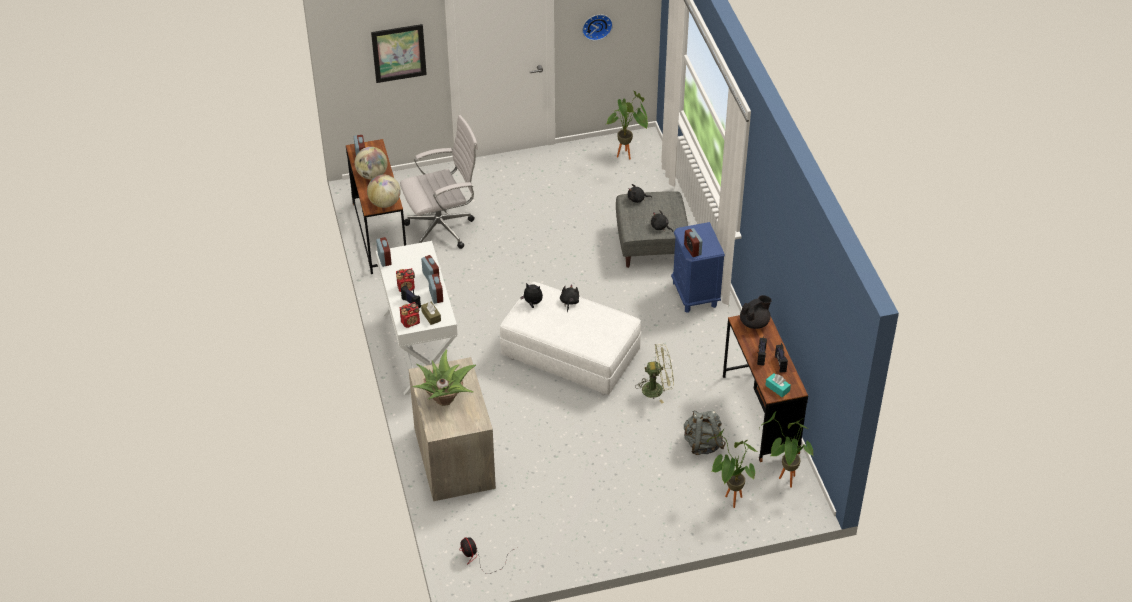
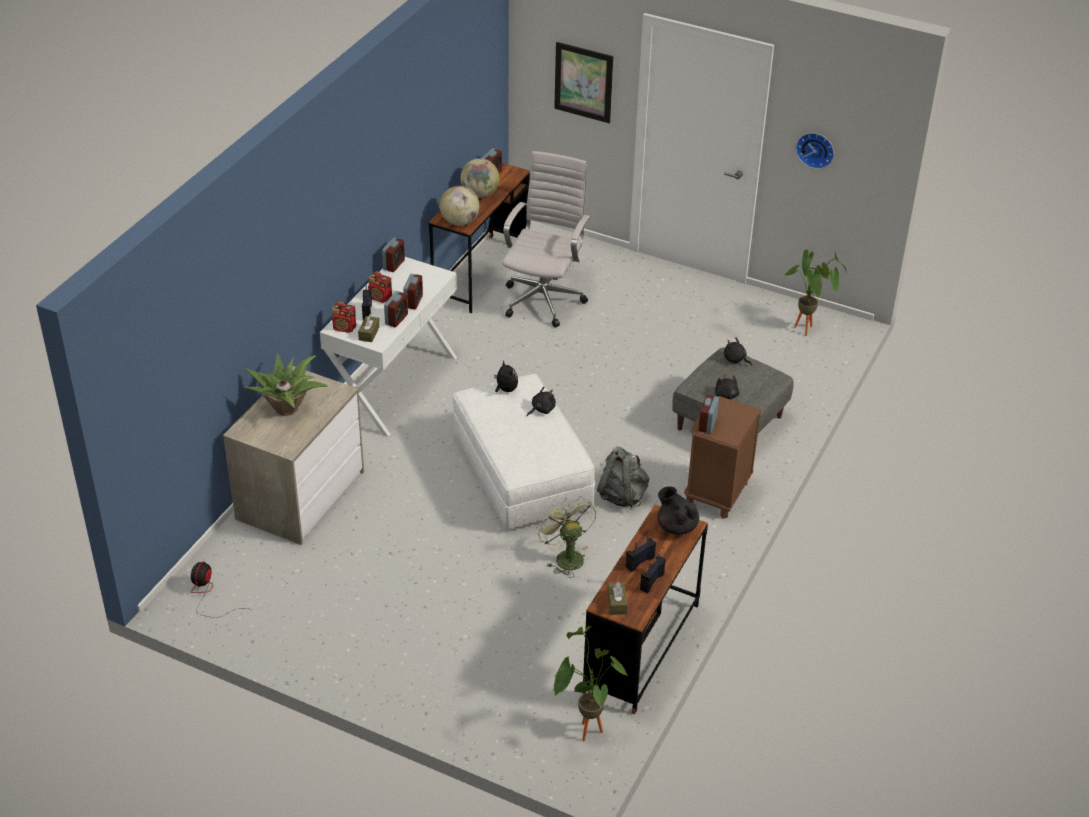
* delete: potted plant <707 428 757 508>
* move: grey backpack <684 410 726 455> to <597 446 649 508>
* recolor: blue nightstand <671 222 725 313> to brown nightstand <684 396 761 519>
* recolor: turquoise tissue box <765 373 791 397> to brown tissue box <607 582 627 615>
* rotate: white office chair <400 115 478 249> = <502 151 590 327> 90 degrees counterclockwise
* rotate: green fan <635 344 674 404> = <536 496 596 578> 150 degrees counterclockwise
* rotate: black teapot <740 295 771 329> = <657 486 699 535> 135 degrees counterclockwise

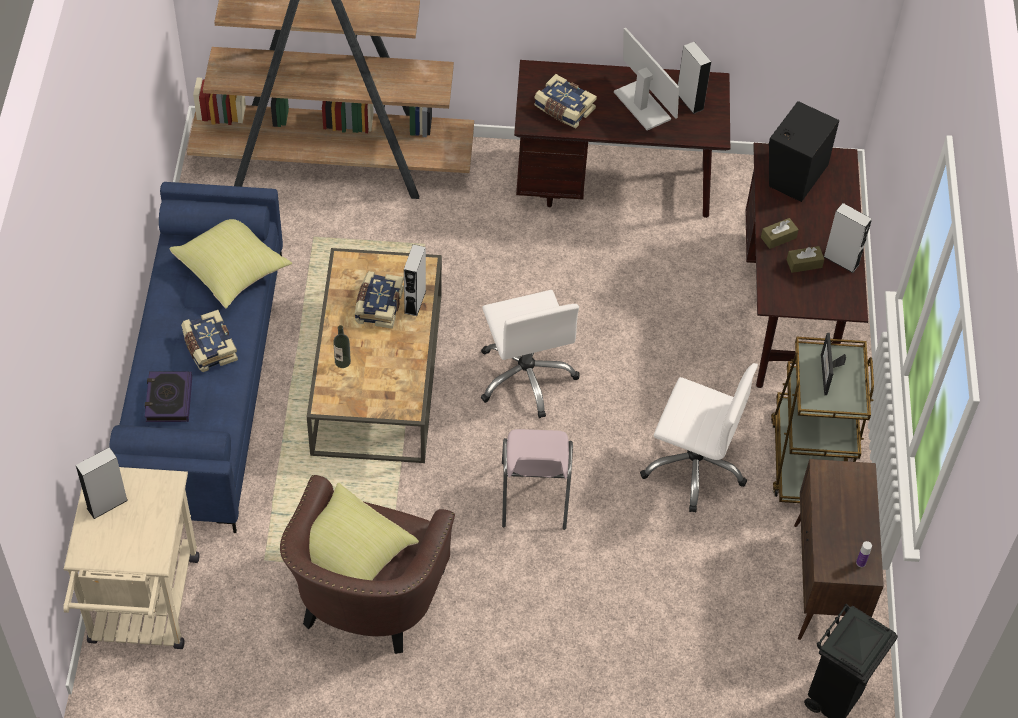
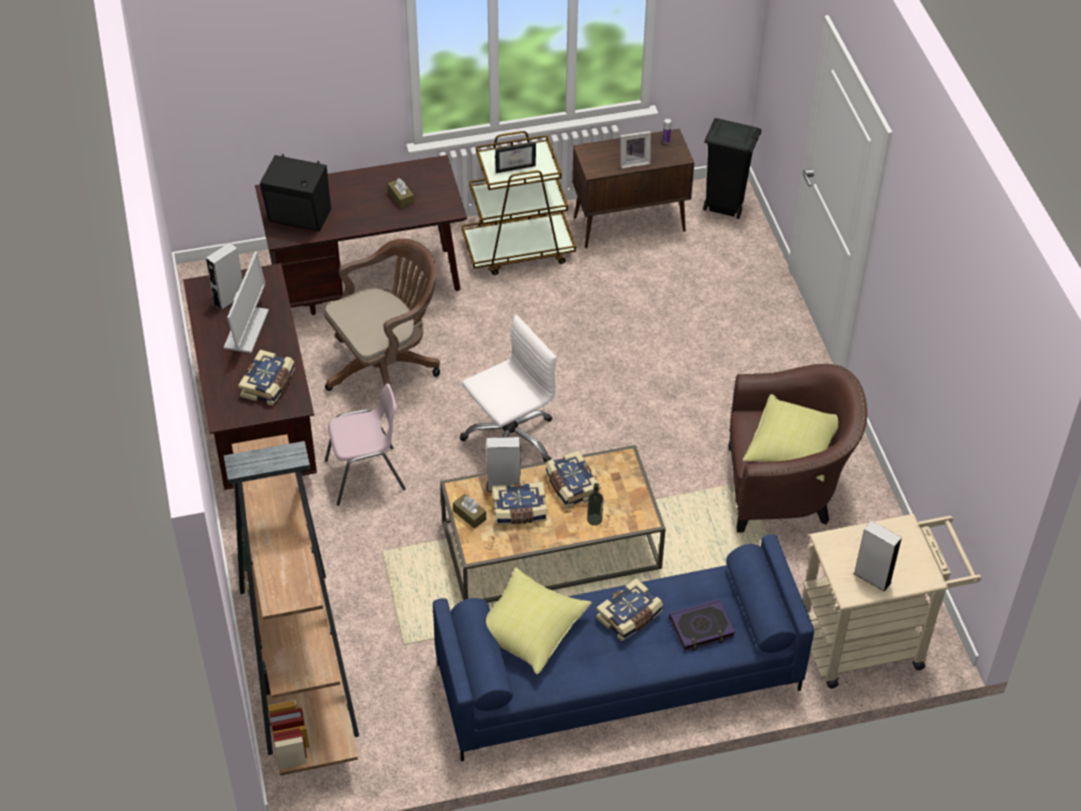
* delete: white office chair <640 363 758 512>
* delete: grey speaker <824 203 872 273>
* insert: brown office chair <324 239 440 391>
* insert: book <545 451 601 509>
* insert: picture frame <620 131 651 168>
* move: pink chair <502 429 573 530> to <325 384 406 506>
* move: brown tissue box <761 218 799 249> to <453 494 486 529>
* rotate: monitor <614 27 679 131> = <224 251 269 353> 150 degrees clockwise

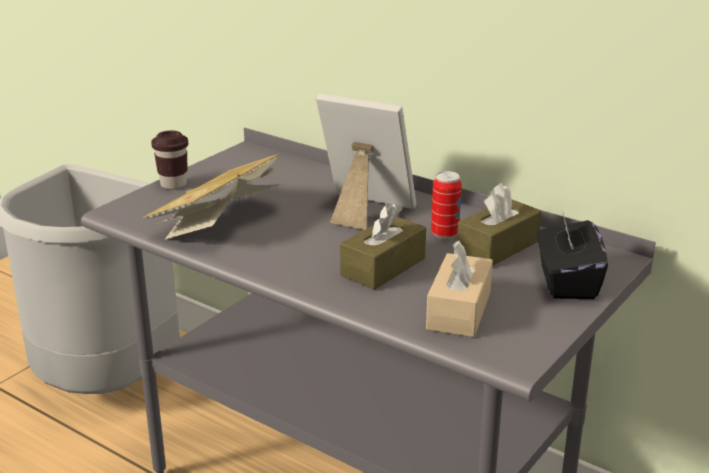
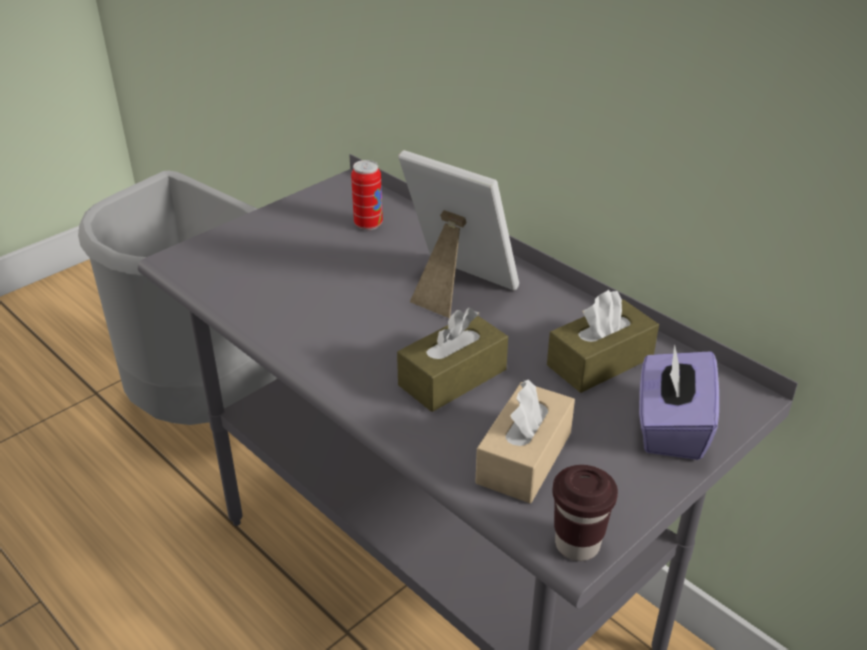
* delete: book <143 154 281 240>
* move: brown cup <151 131 188 190> to <552 465 618 561>
* move: can <431 171 462 239> to <351 160 383 230>
* recolor: black tissue box <537 213 608 299> to purple tissue box <639 343 719 460>

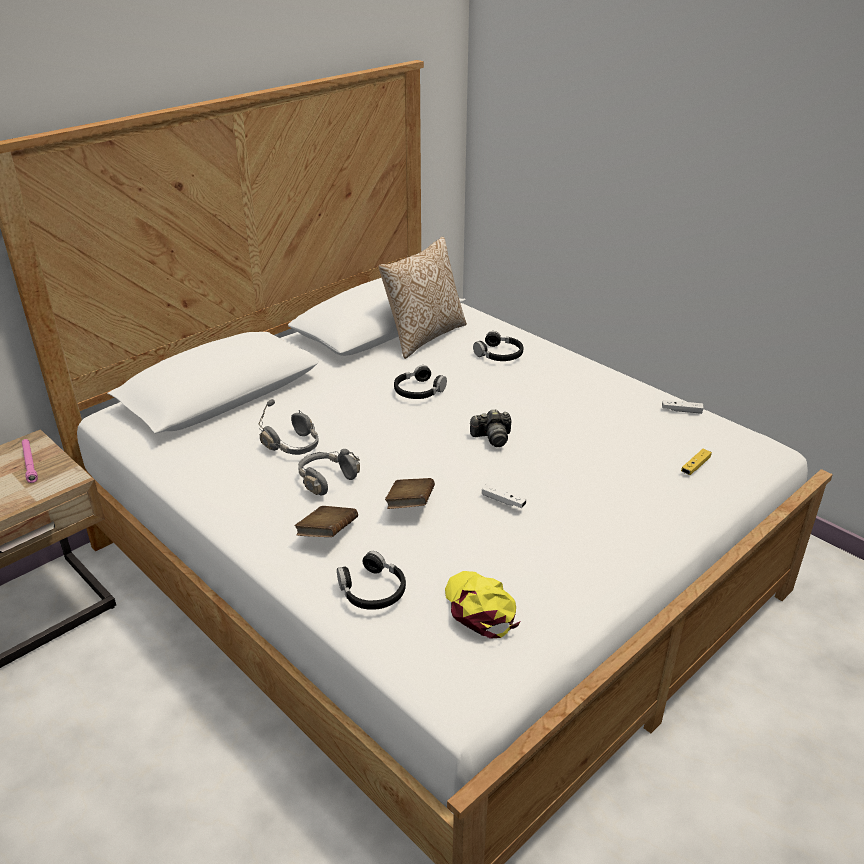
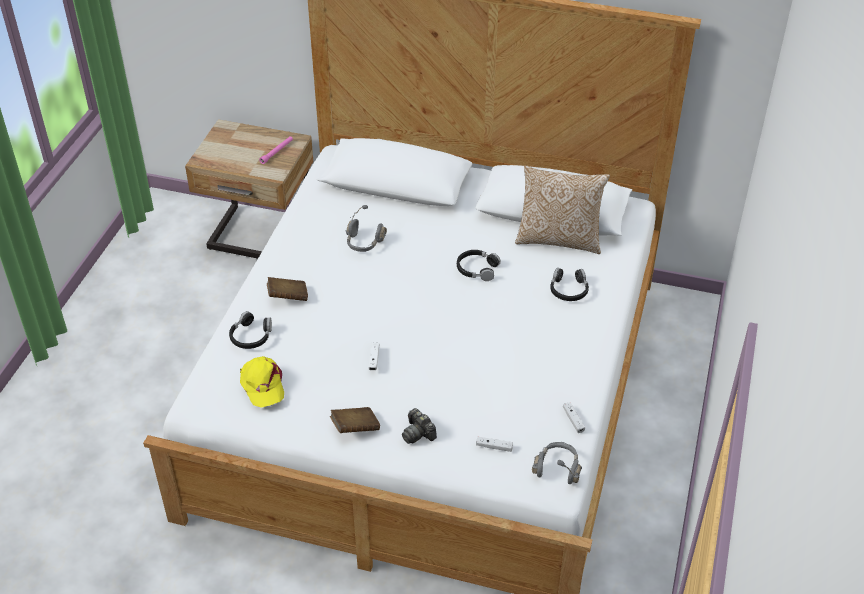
* move: grey headphones <298 449 360 495> to <532 442 582 484>
* move: brown book <385 478 435 509> to <330 407 380 433>
* move: photo camera <469 409 511 447> to <402 408 437 444>
* recolor: yellow game controller <681 449 712 475> to white game controller <476 437 513 452>
* rotate: yellow cap <445 571 520 639> = <240 356 284 408> 120 degrees clockwise

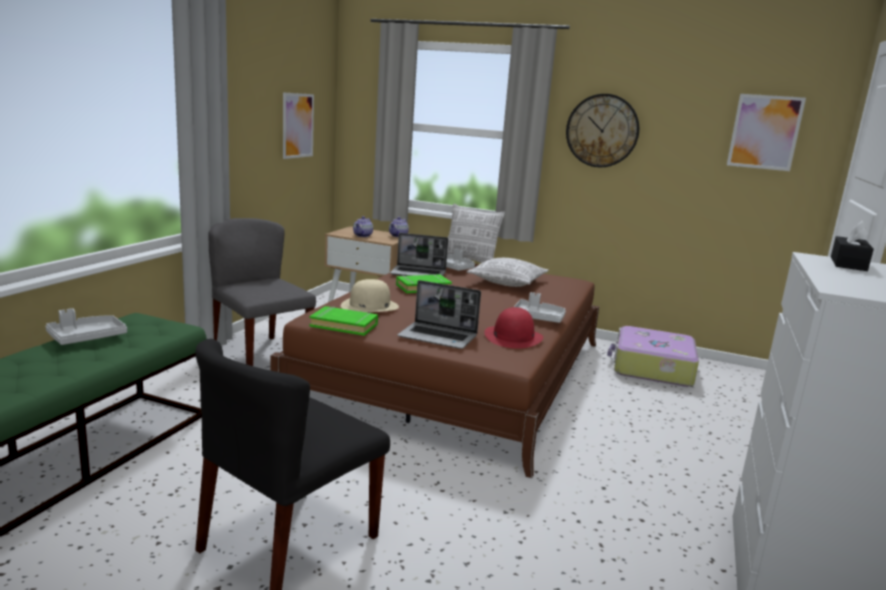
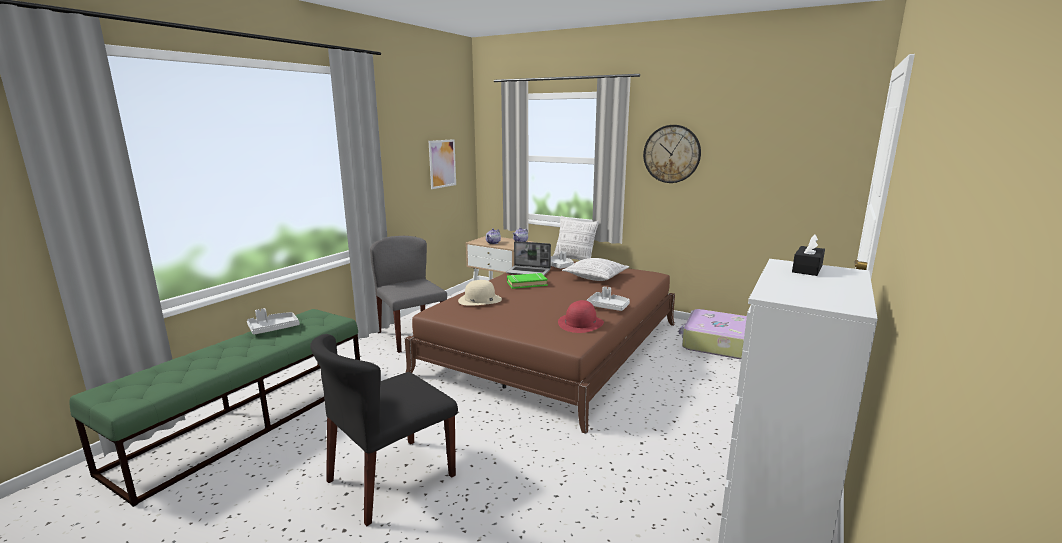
* delete: green book <309 306 378 336>
* delete: laptop <397 280 481 349>
* delete: picture <727 94 806 171>

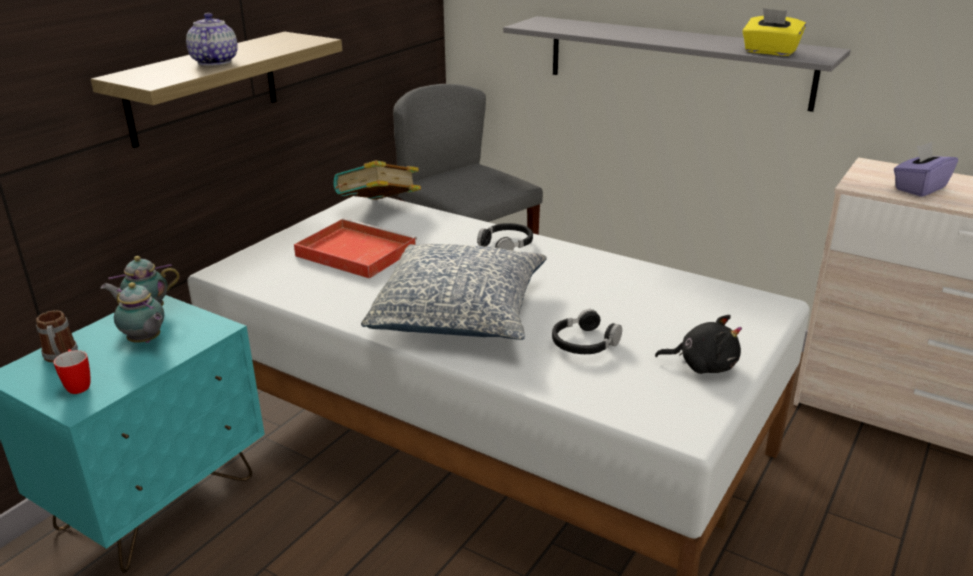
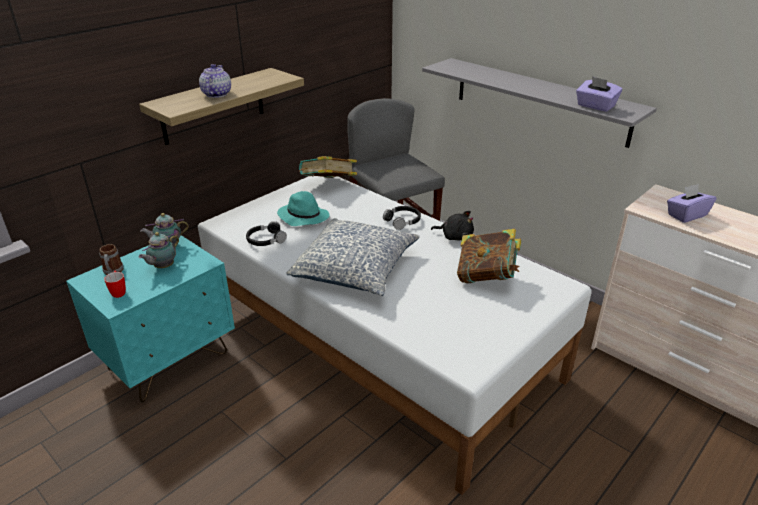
* insert: book <457 228 521 283>
* move: black headphones <552 309 622 354> to <246 221 287 246>
* move: black plush toy <655 315 742 374> to <431 211 474 240>
* replace: red tray <294 218 417 279> to turquoise hat <277 191 330 226>
* recolor: yellow tissue box <742 8 806 56> to purple tissue box <576 76 623 112>
* rotate: teapot <114 282 164 343> = <139 232 179 268> 75 degrees clockwise

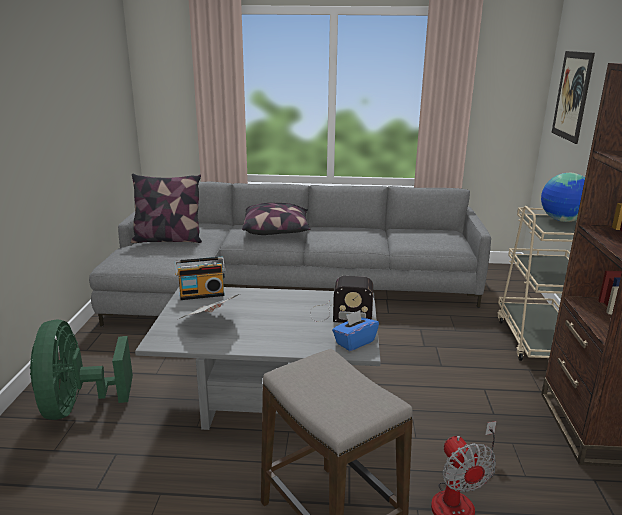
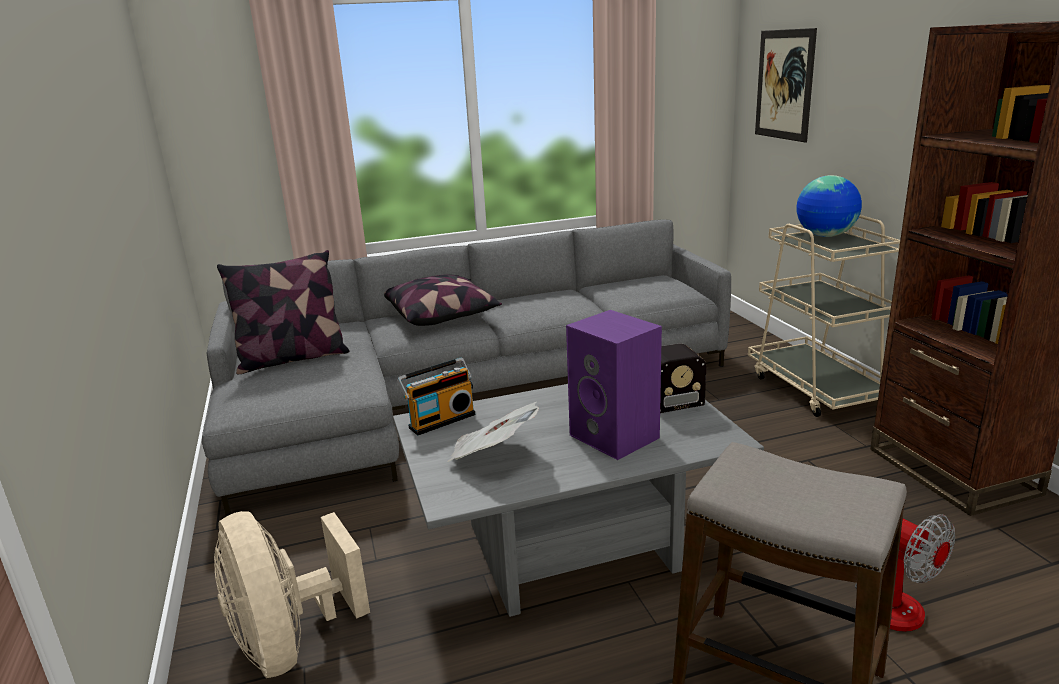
* delete: blue tissue box <332 310 379 351>
* insert: purple speaker <566 310 662 460>
* recolor: green fan <30 320 133 420> to beige fan <214 511 370 678>

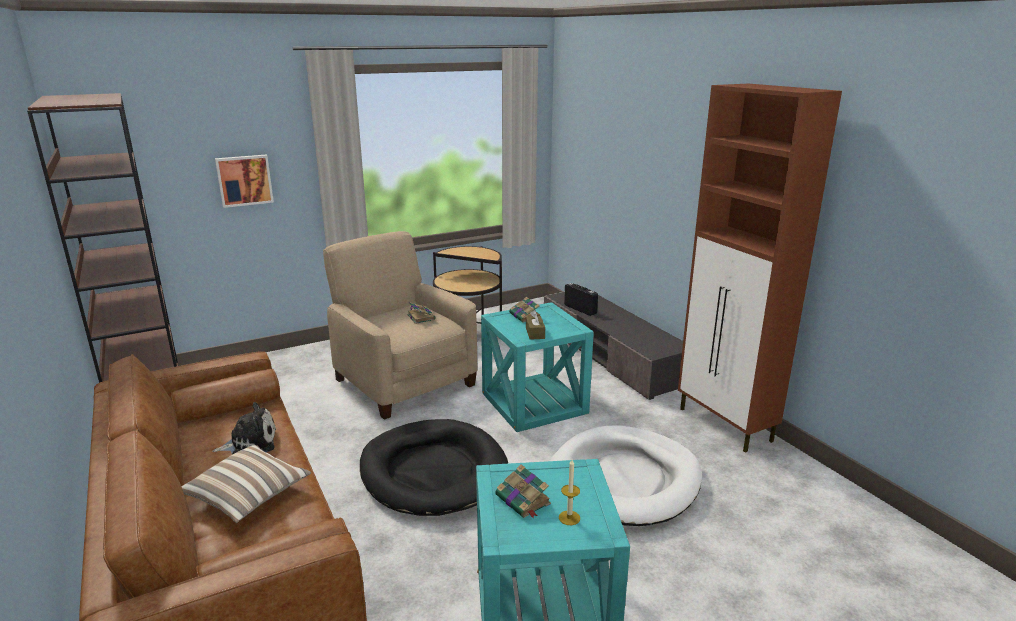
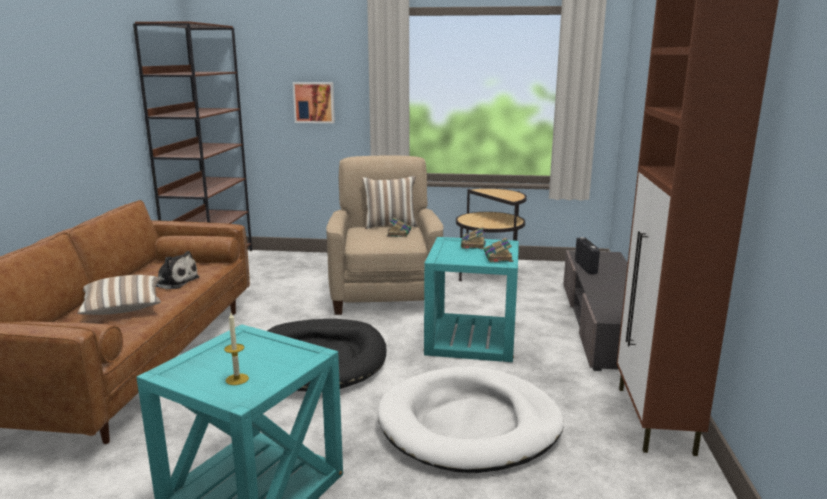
* delete: brown tissue box <526 310 545 340>
* insert: pillow <362 176 418 229>
* move: book <495 464 551 519> to <484 238 514 262>

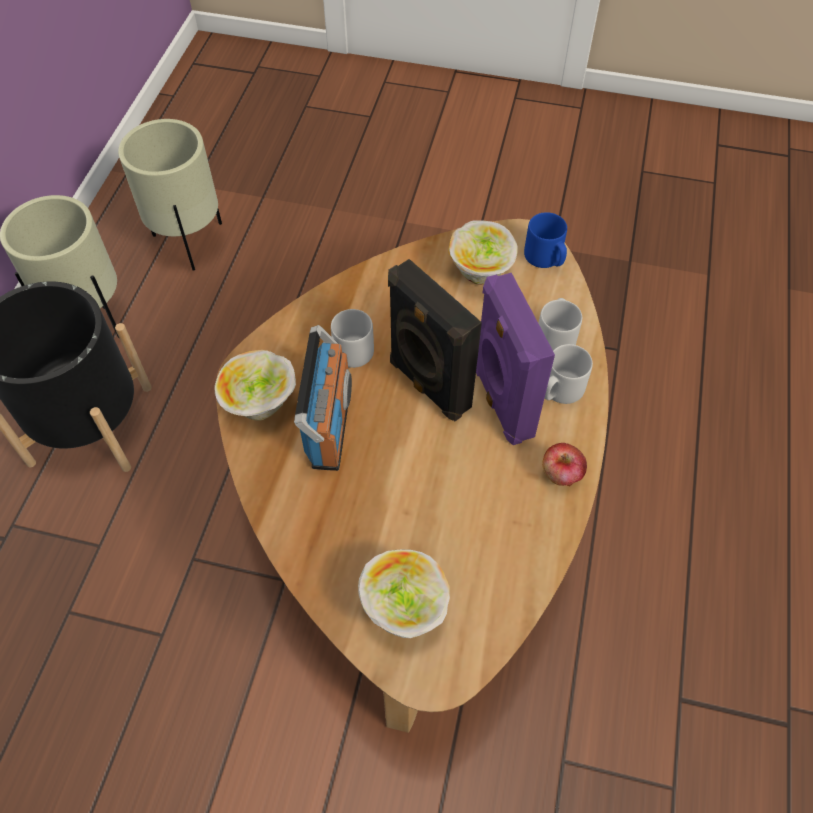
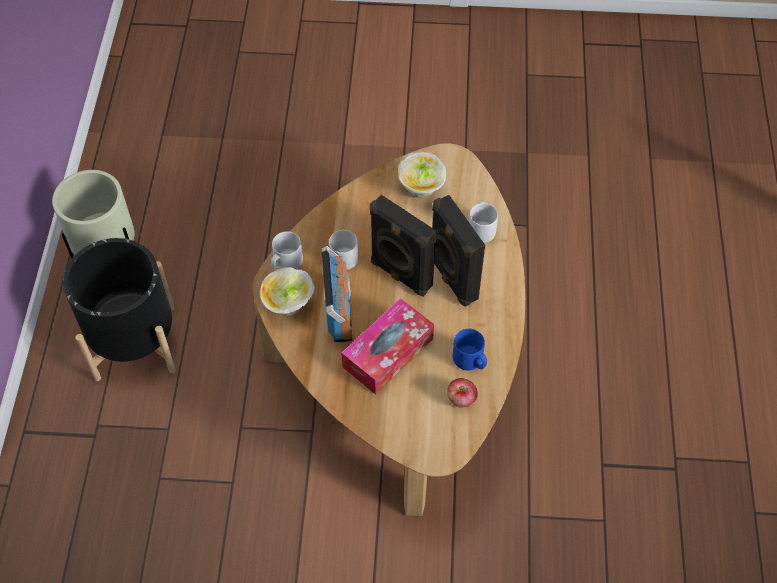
* delete: beige planter <118 119 222 271>
* delete: bowl <358 549 450 638>
* insert: tissue box <342 298 434 395>
* move: blue mug <524 212 567 268> to <453 329 487 370>
* move: apple <542 443 587 486> to <447 378 478 408>
* move: grey mug <545 344 593 404> to <271 231 303 271>
* recolor: purple speaker <476 273 555 445> to black speaker <432 195 485 307>

